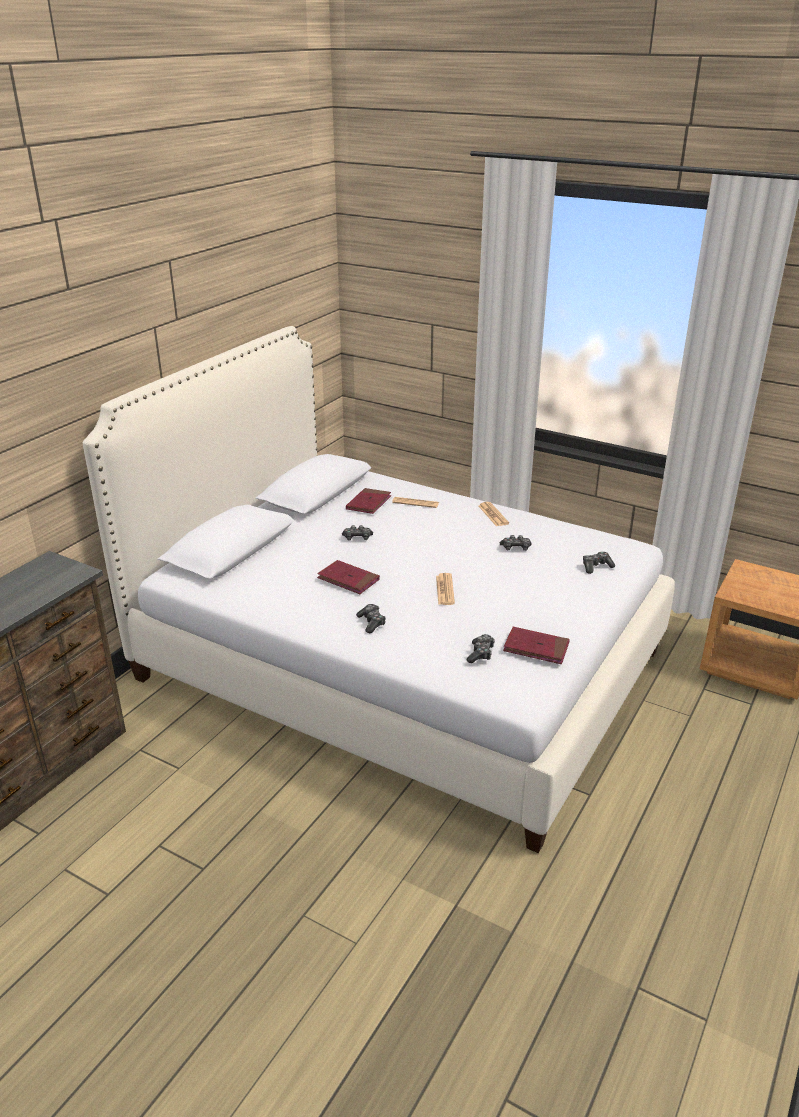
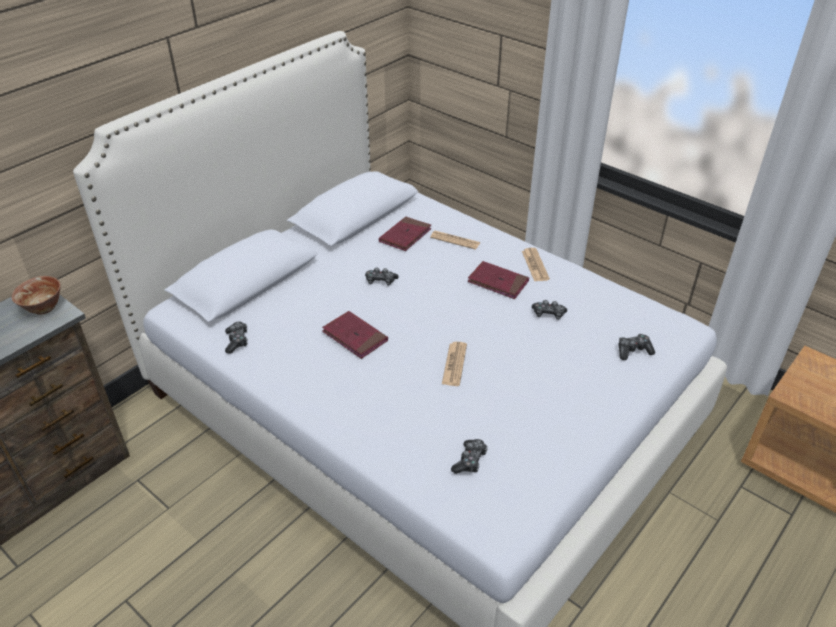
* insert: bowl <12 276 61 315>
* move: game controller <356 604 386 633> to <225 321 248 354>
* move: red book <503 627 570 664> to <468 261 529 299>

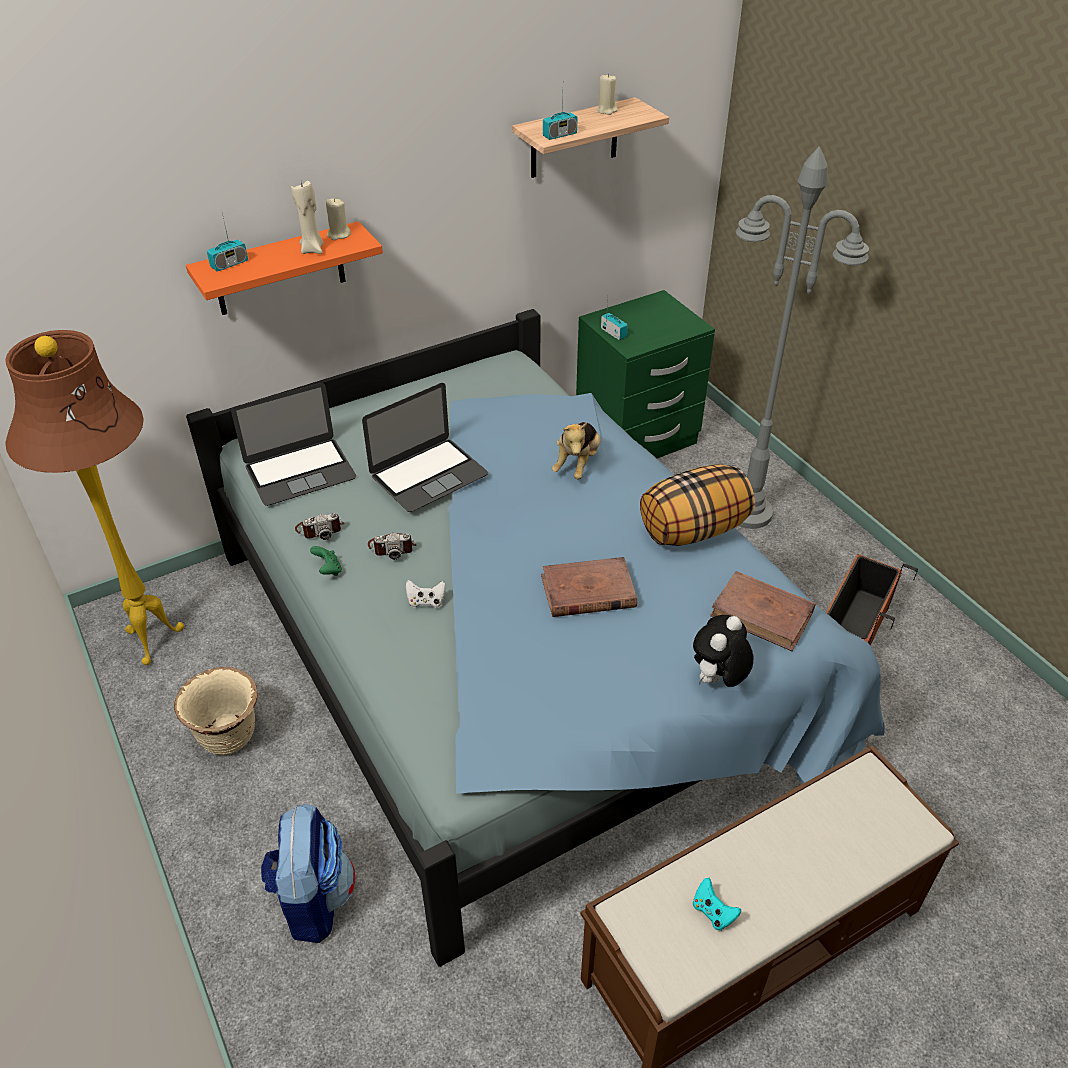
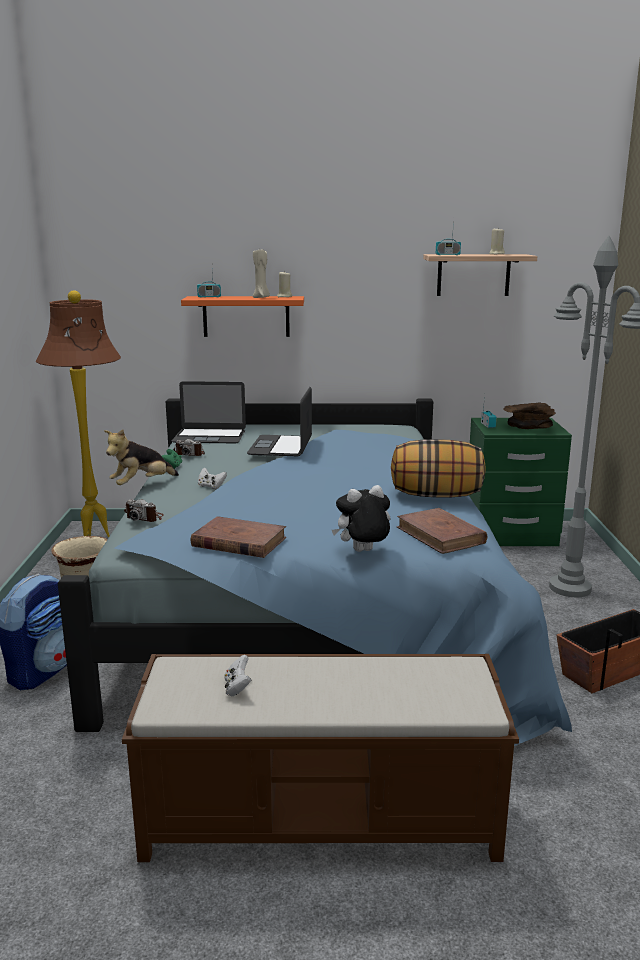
* insert: brown bowl <504 402 556 429>
* move: photo camera <368 533 416 560> to <124 499 164 522>
* move: brown book <541 557 637 617> to <191 516 286 558>
* move: plush toy <552 422 600 479> to <104 429 179 485>
* recolor: turquoise game controller <693 878 741 931> to white game controller <224 655 251 696>
* rotate: laptop <362 383 488 512> = <247 387 312 456> 105 degrees clockwise

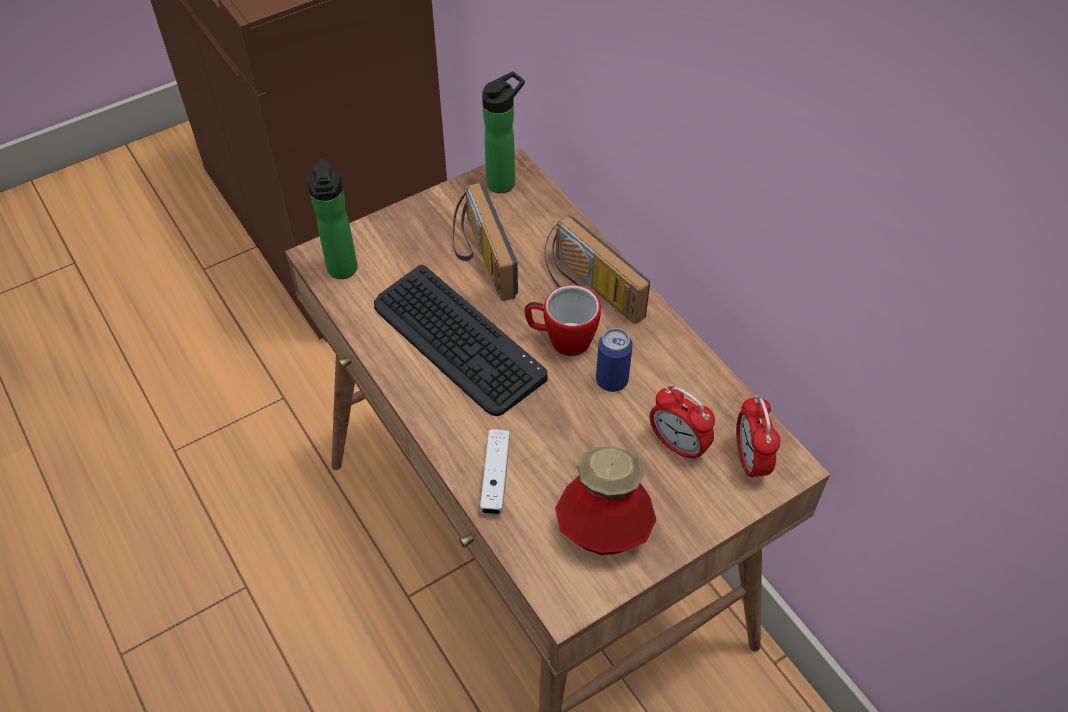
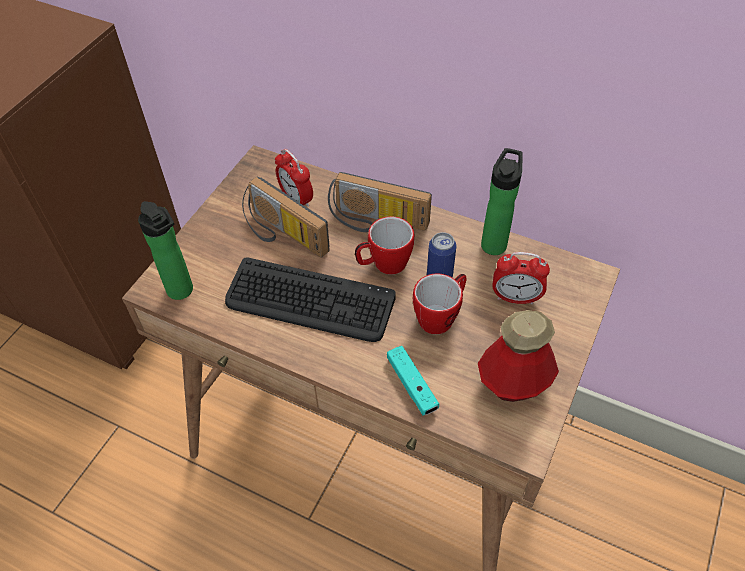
* insert: mug <413 273 467 334>
* move: bottle <482 71 525 193> to <481 148 523 255>
* move: alarm clock <736 395 780 480> to <275 149 313 207>
* recolor: white game controller <480 429 510 515> to turquoise game controller <387 346 439 415>

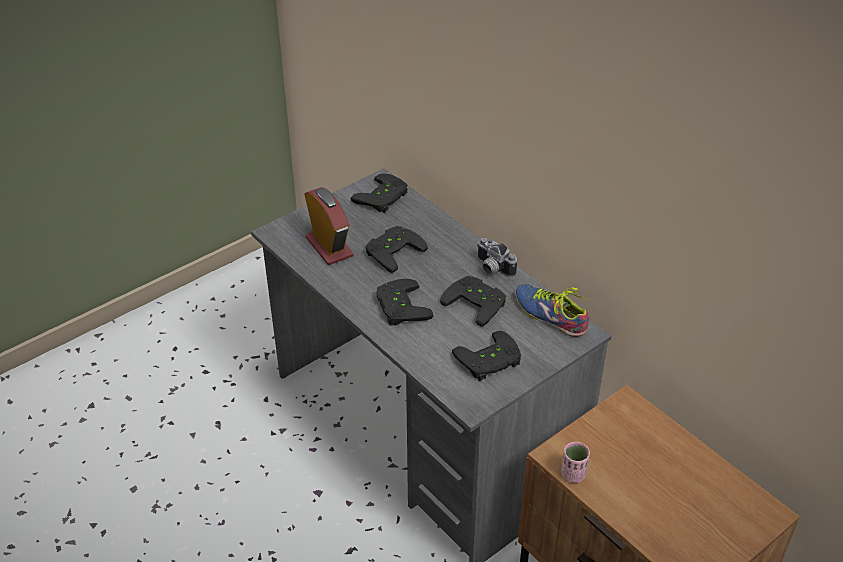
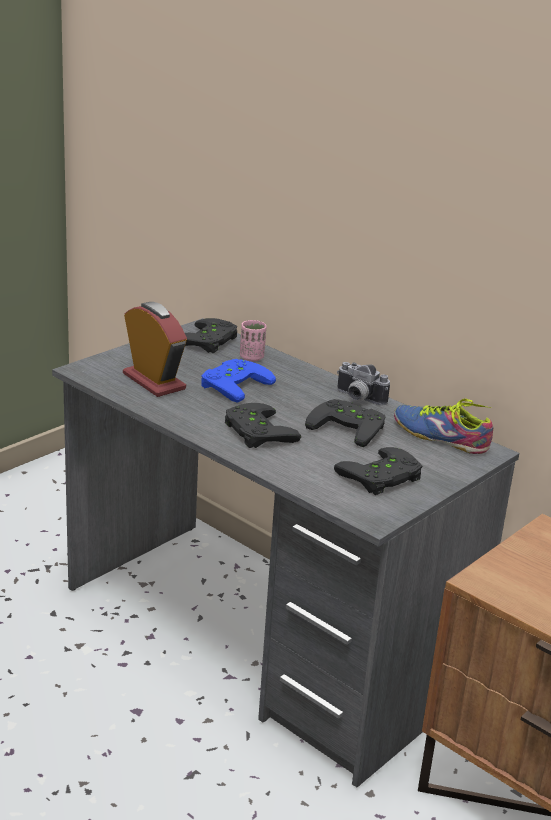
* move: pink cup <561 442 590 483> to <240 320 266 361>
* recolor: black game controller <366 226 428 273> to blue game controller <201 359 276 403>

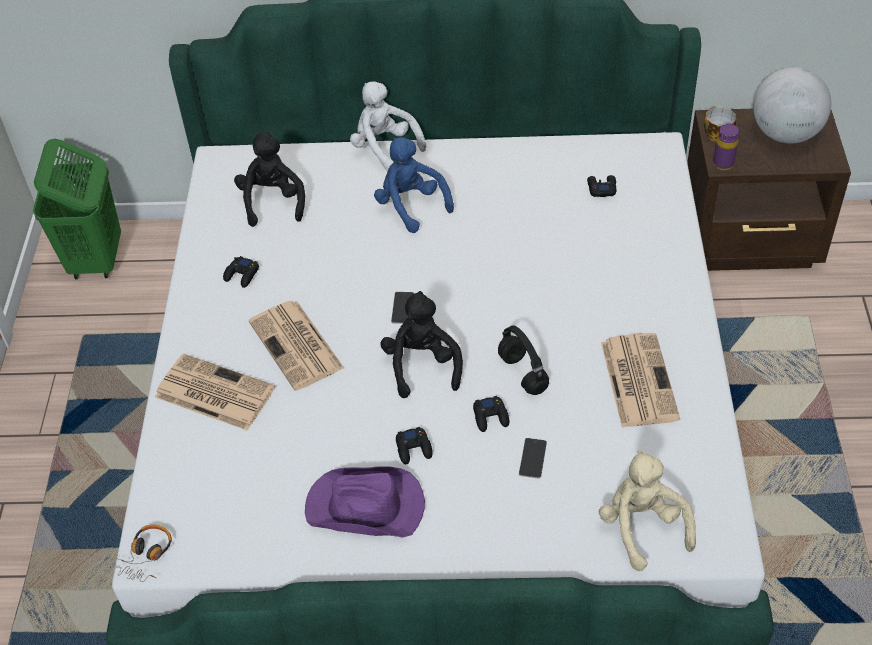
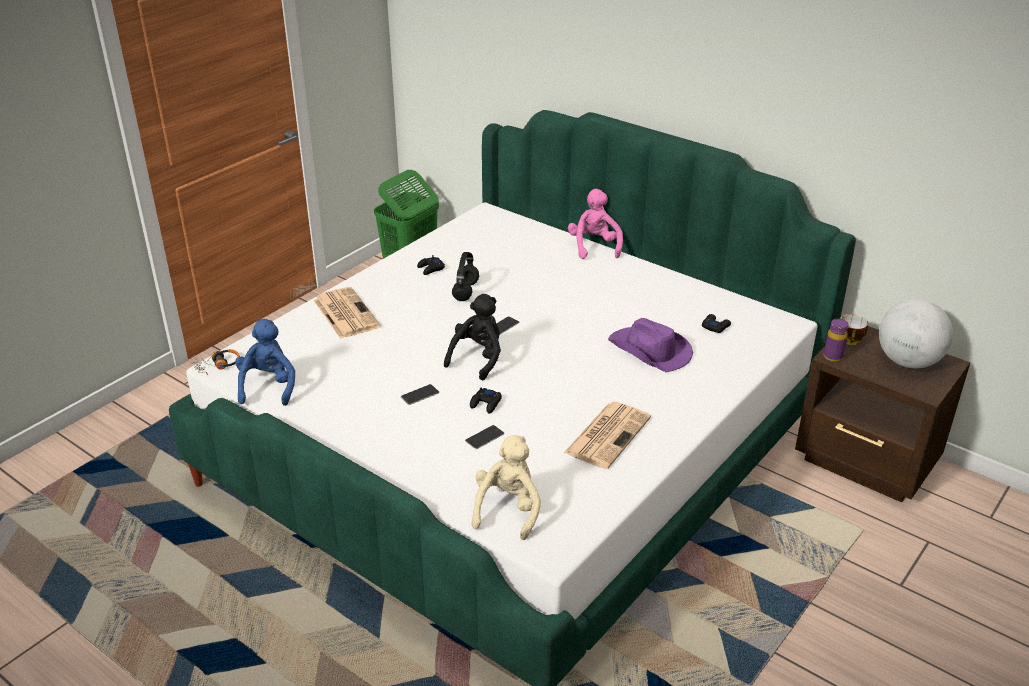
* delete: black plush toy <234 132 305 227>
* delete: newspaper <249 301 344 391>
* move: purple hat <305 466 425 538> to <608 318 693 372>
* move: blue plush toy <374 137 454 233> to <235 319 295 406>
* move: black headphones <498 326 549 395> to <452 252 479 301>
* replace: black game controller <396 427 433 464> to phone <401 384 439 405>
* recolor: white plush toy <350 81 426 172> to pink plush toy <568 189 623 259>

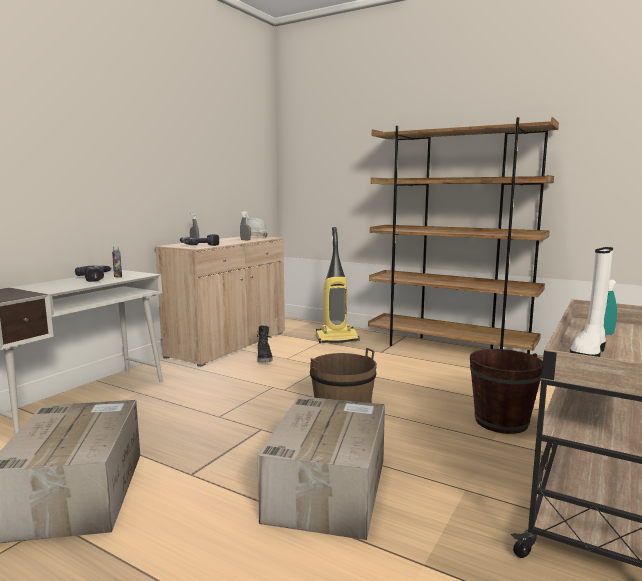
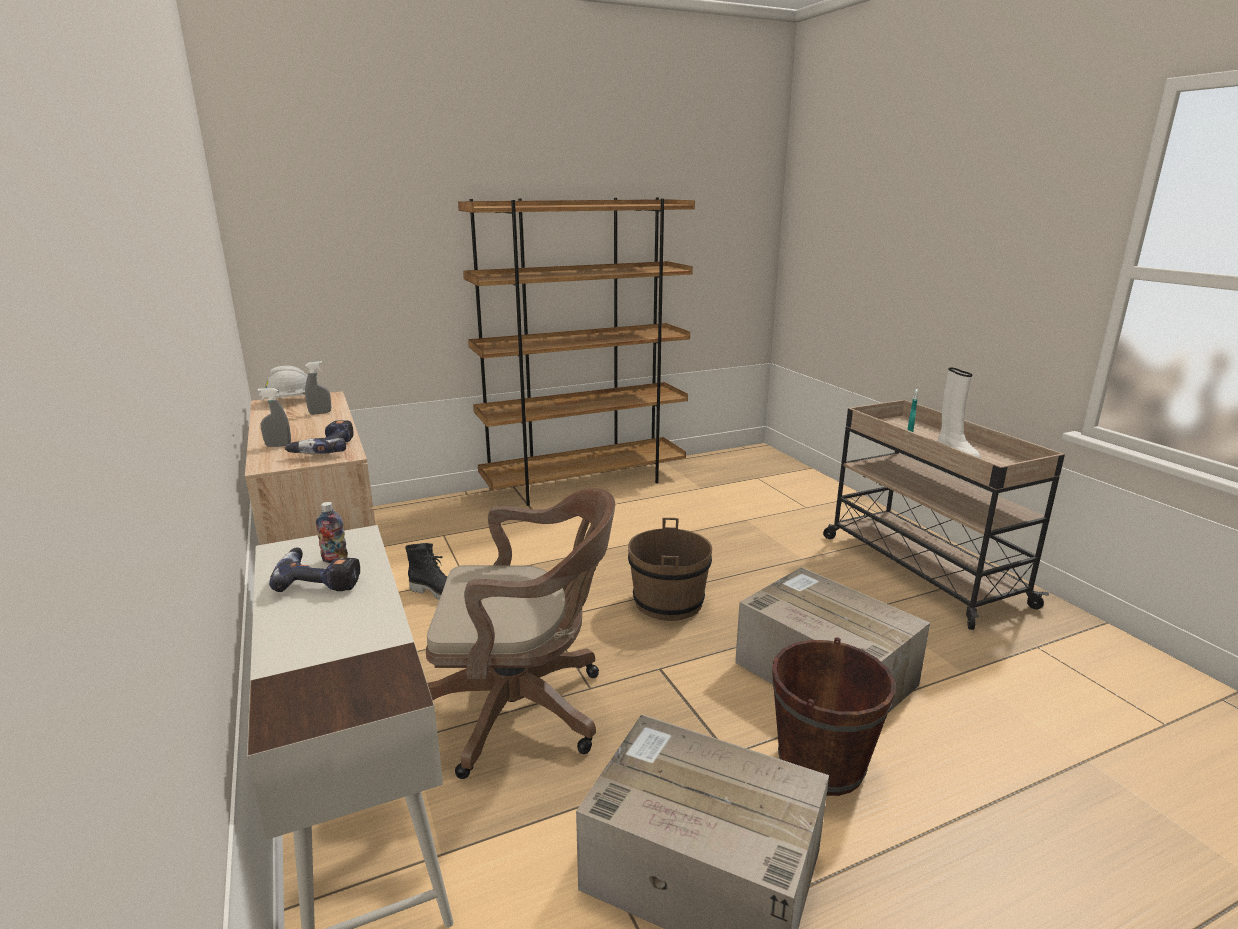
* delete: vacuum cleaner <316 227 360 343>
* insert: brown office chair <426 488 615 779>
* move: brown bucket <470 349 543 434> to <772 637 895 796>

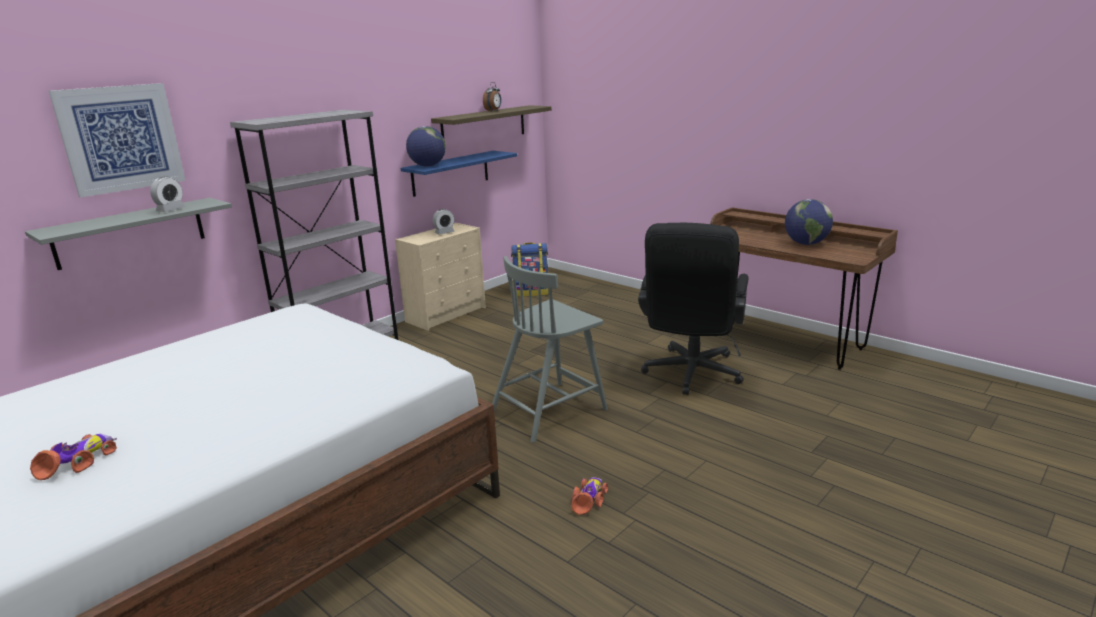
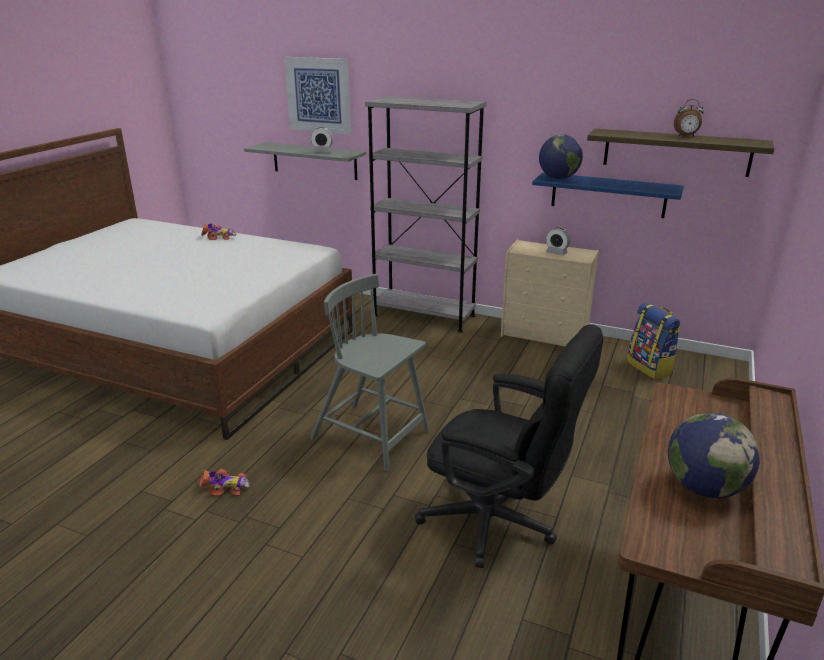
* move: toy car <30 434 117 480> to <201 224 237 240>
* rotate: black office chair <638 223 748 395> = <415 325 603 568> 150 degrees counterclockwise

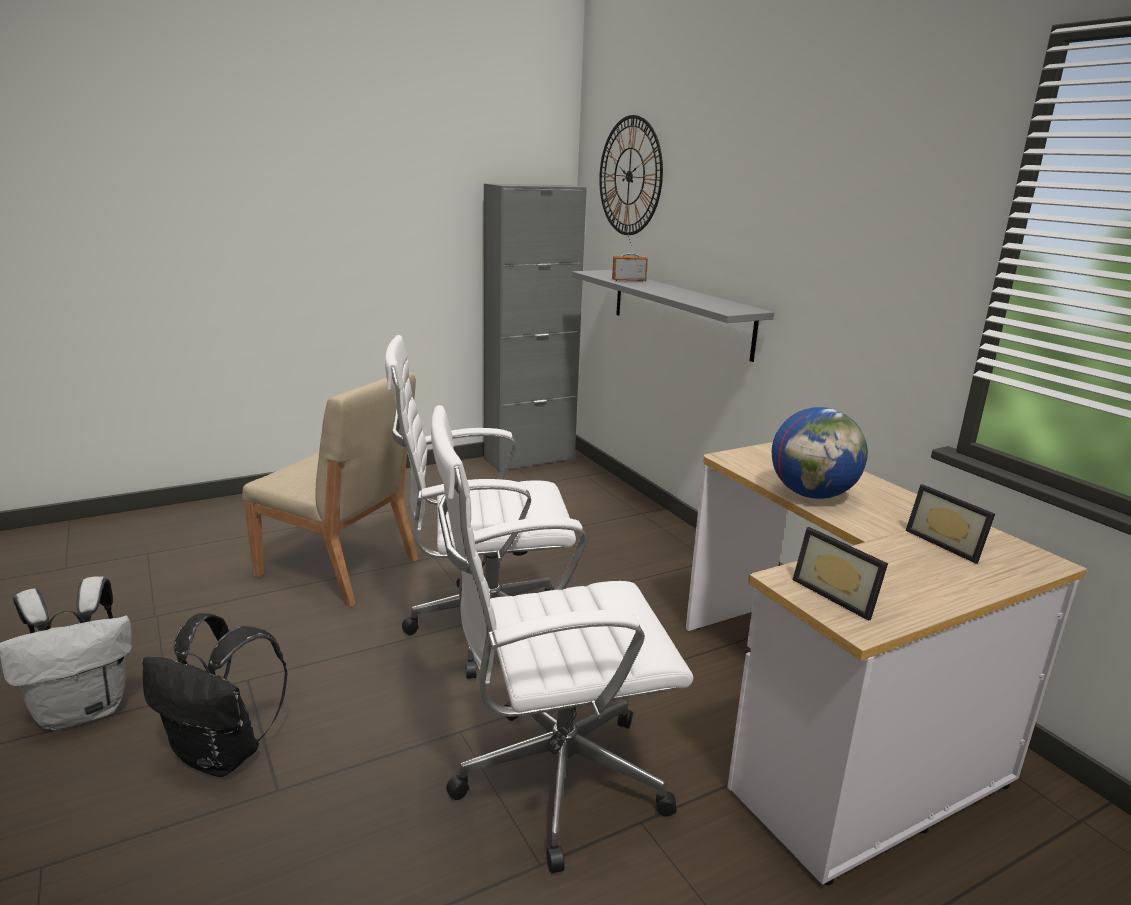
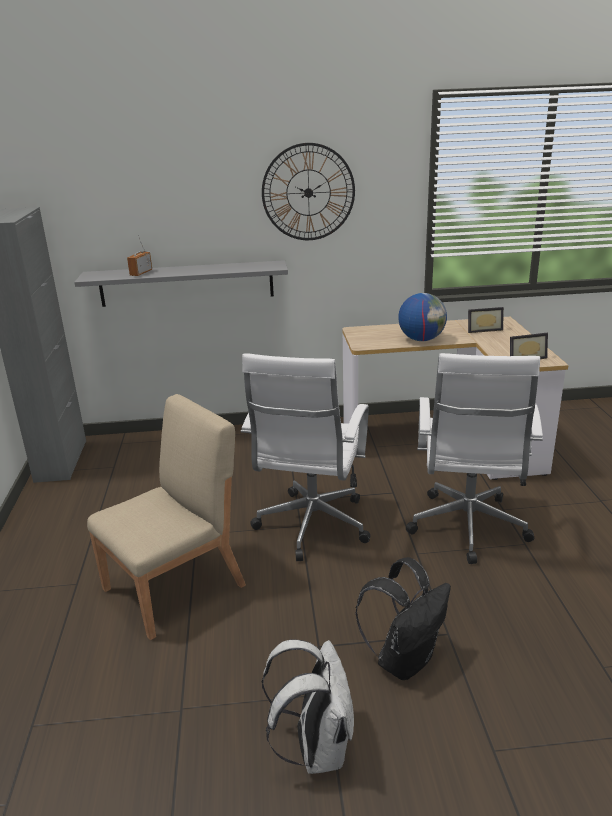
* move: wall clock <599 115 663 235> to <262 143 355 240>

